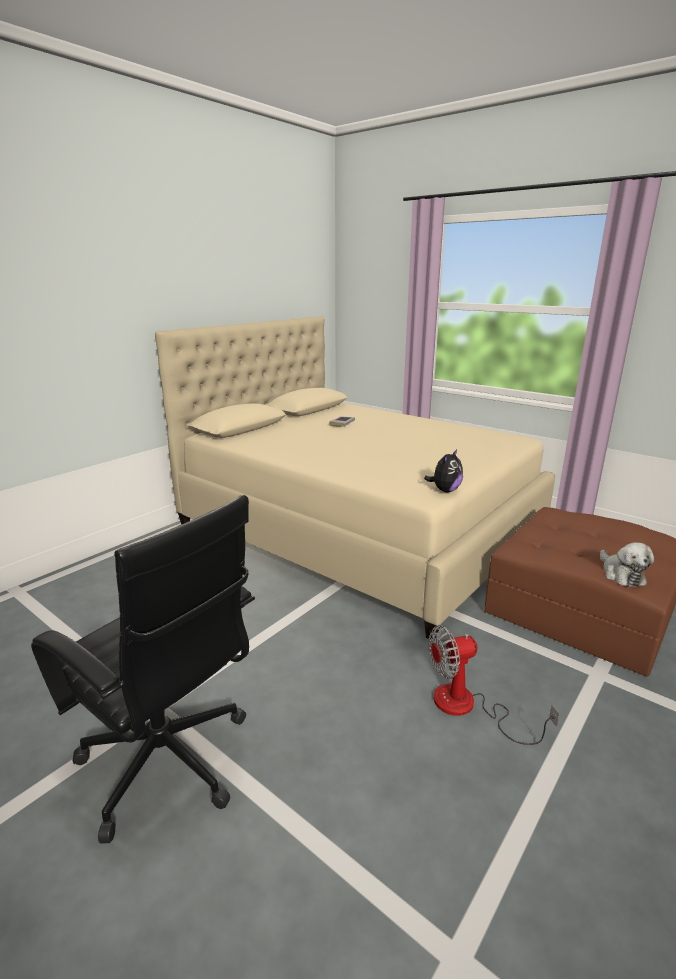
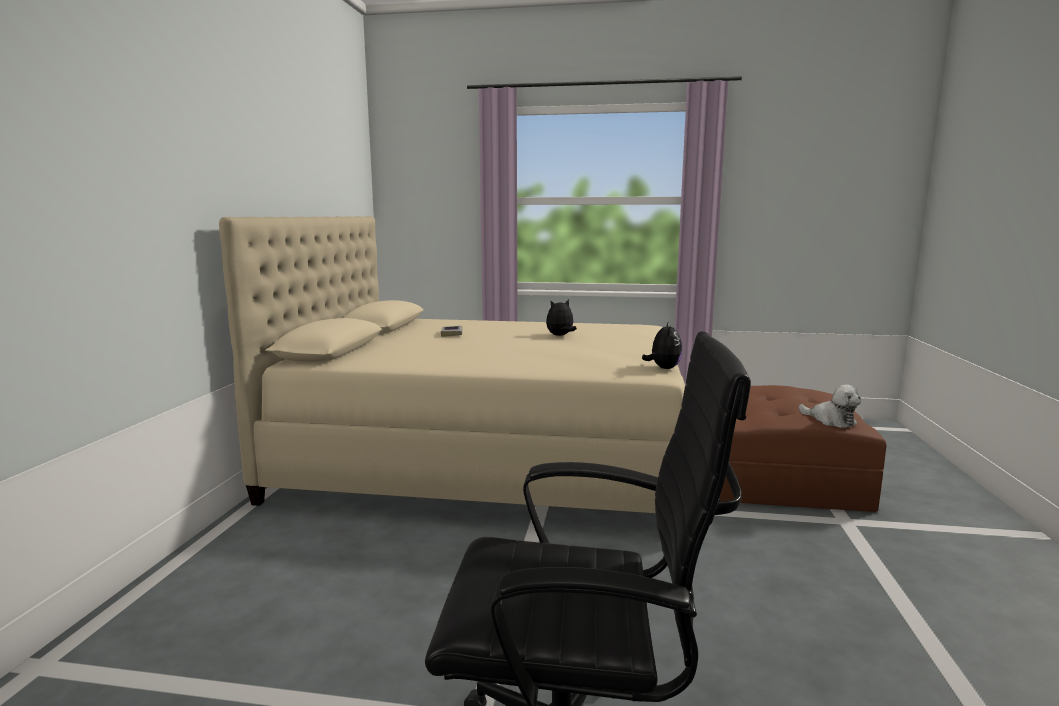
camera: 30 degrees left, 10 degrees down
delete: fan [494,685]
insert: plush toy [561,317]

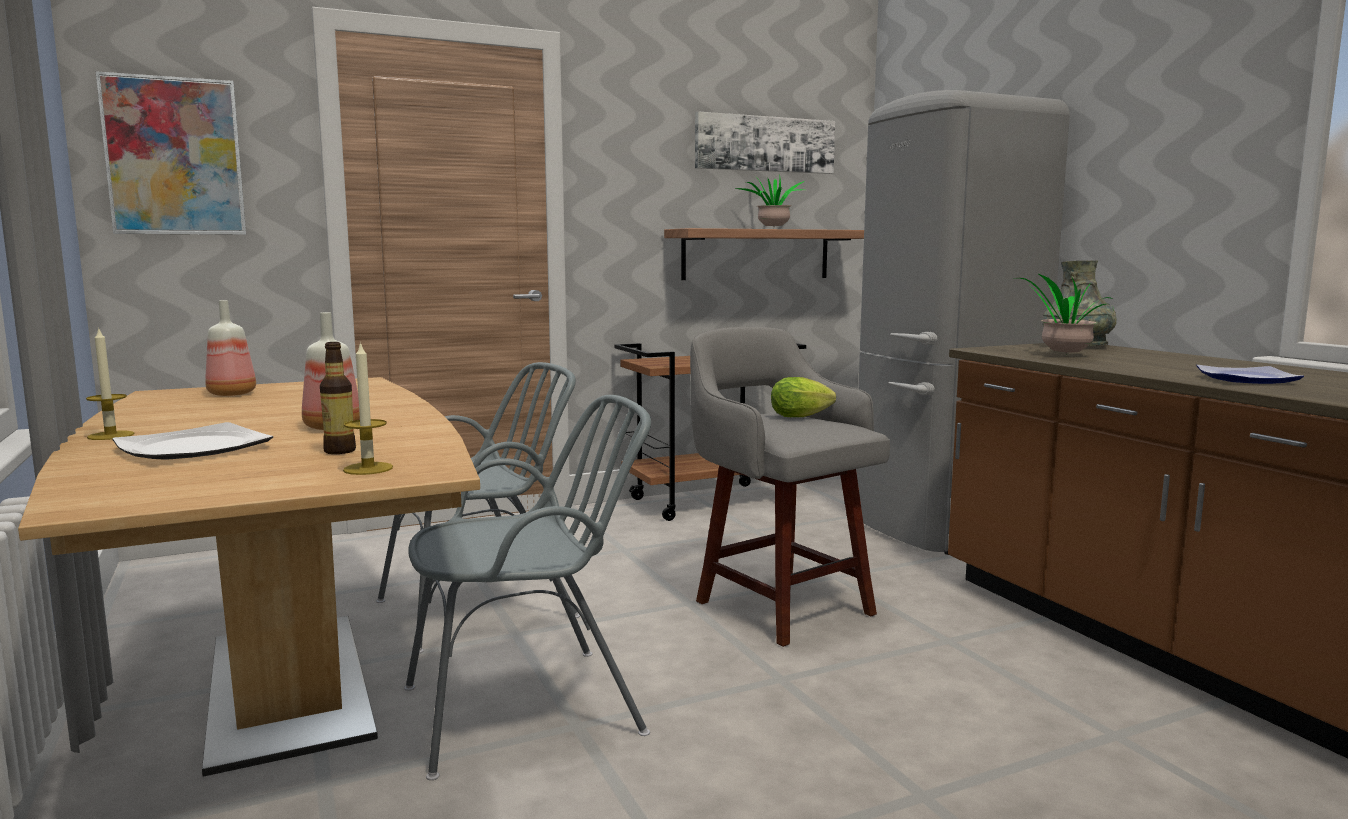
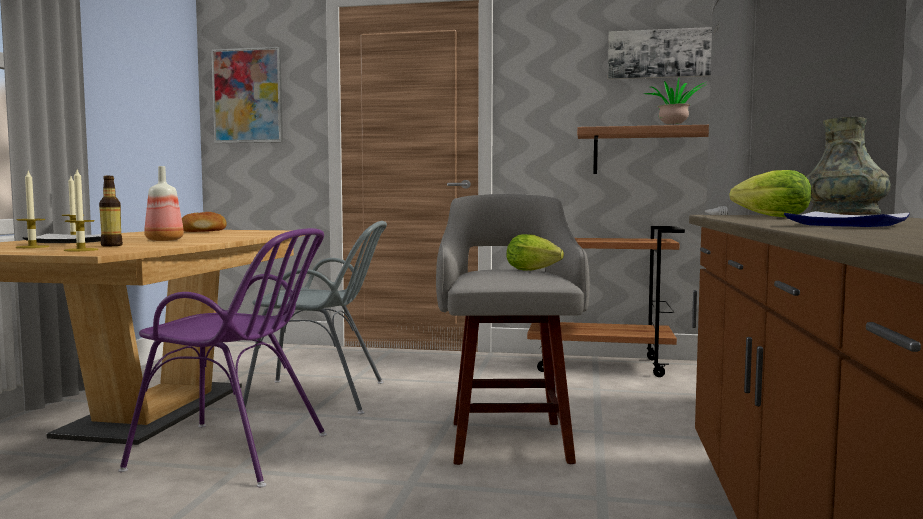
camera: 35 degrees right, 5 degrees down
insert: wax candle [32,209]
replace: potted plant [1066,313] to head of lettuce [770,193]; bottle [230,348] to bread [204,222]
recolor: plain chair (gray) [527,587] to plain chair (purple-coloured) [222,357]

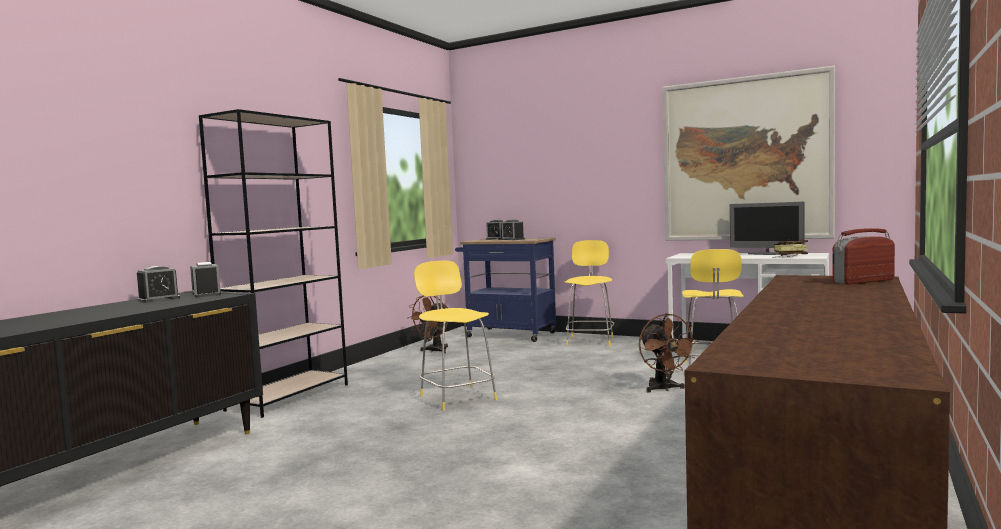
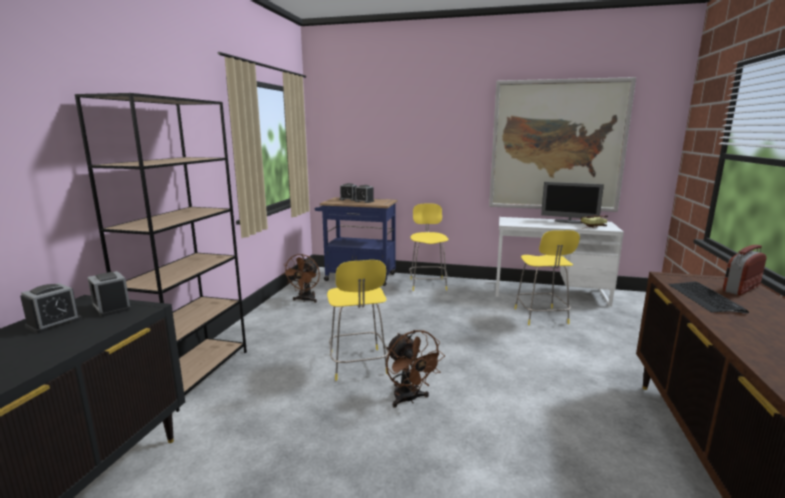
camera: 15 degrees left, 10 degrees up
insert: computer keyboard [709,297]
move: fan (brownish) [668,352] to [415,369]
rotate: plain chair (yellow-coloured) [455,336] = [358,320] 150 degrees counterclockwise

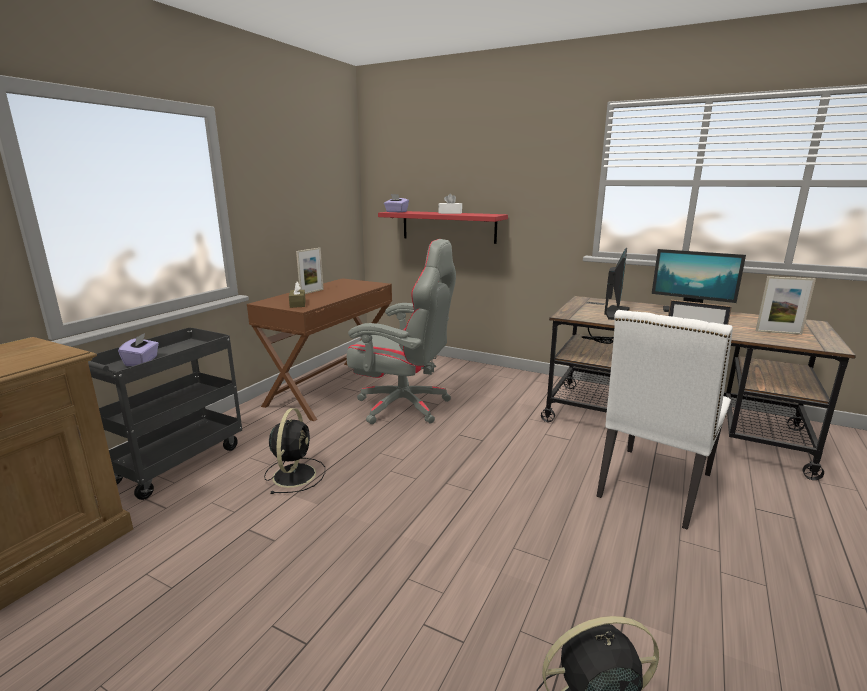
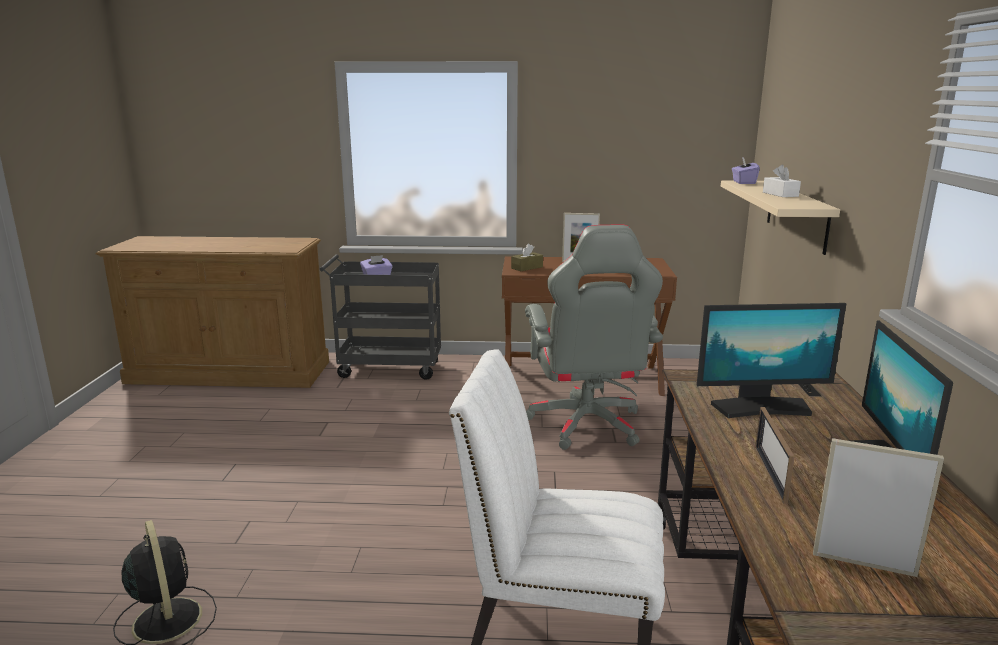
camera: 65 degrees right, 0 degrees up
delete: fan (black) [294,451]
recolor: wall shelf (reddish) [443,227] to wall shelf (sand-coloured) [780,218]
rotate: picture frame [786,305] = [878,507] 120 degrees clockwise

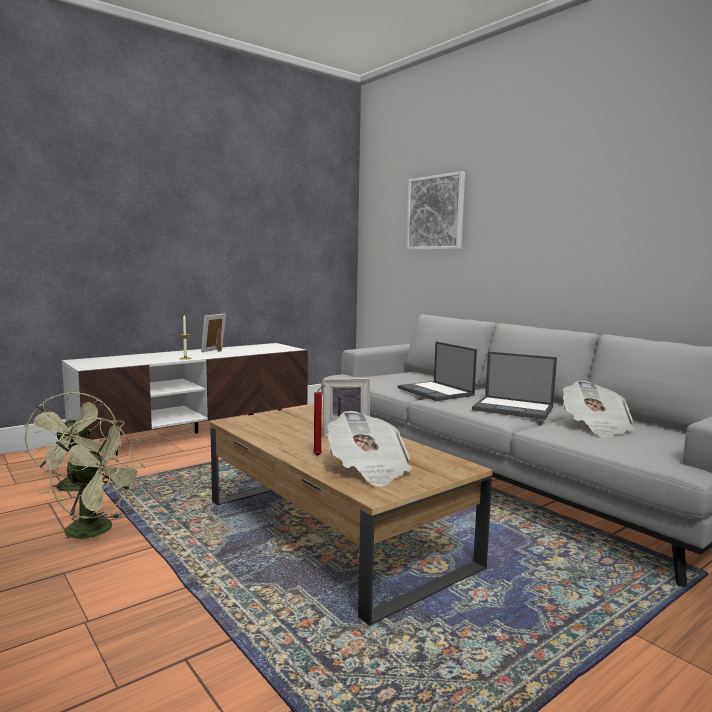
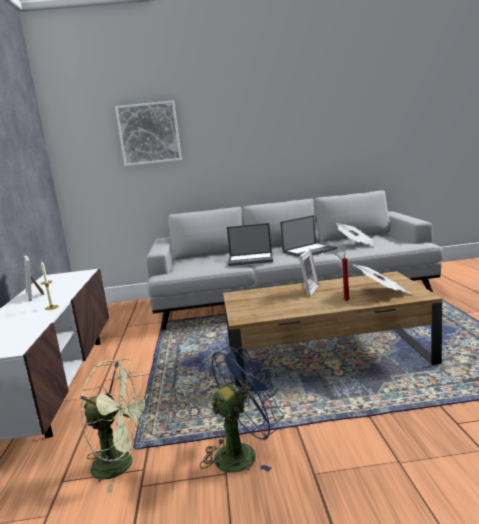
camera: 55 degrees left, 5 degrees up
recolor: fan (greenish) [97,483] to fan (blue) [242,409]

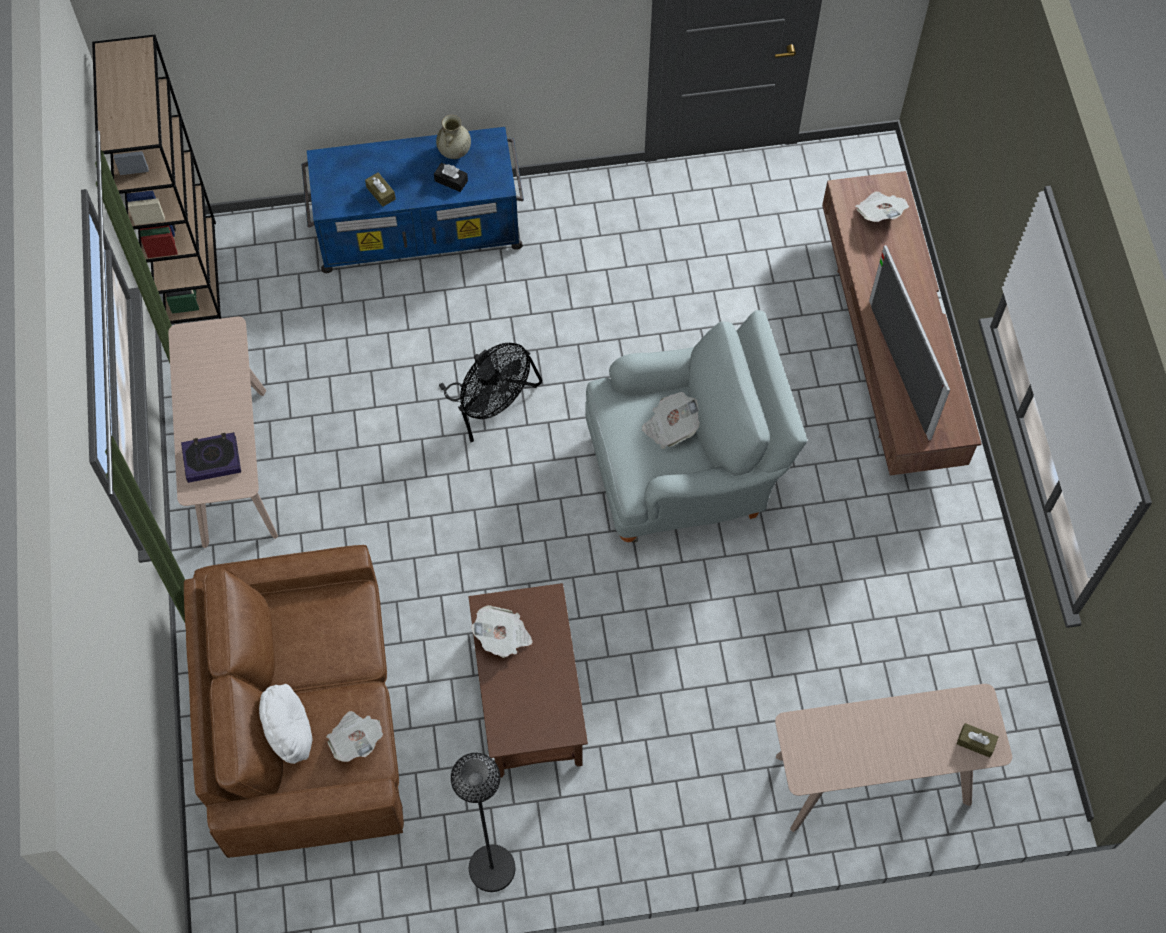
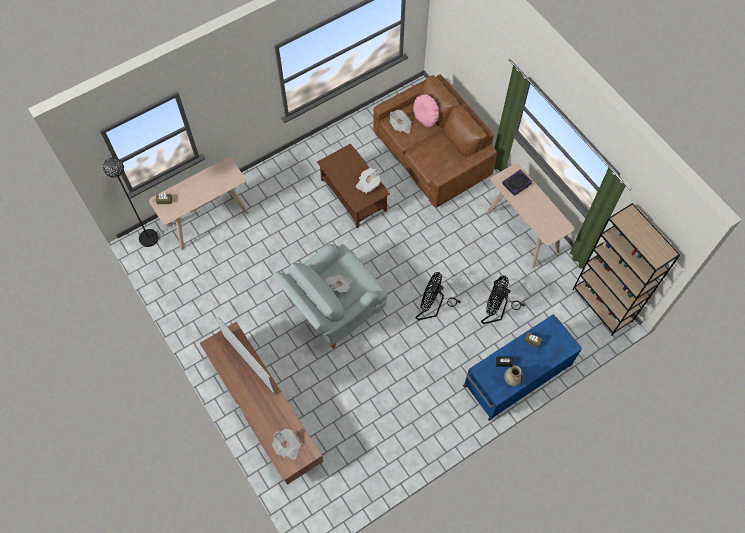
camera: 155 degrees right, 0 degrees up
insert: fan (black) [503,300]
move: standard lamp (black) [483,822] to [131,202]
recolor: throw pillow (white) [285,724] to throw pillow (pink-coloured) [426,111]

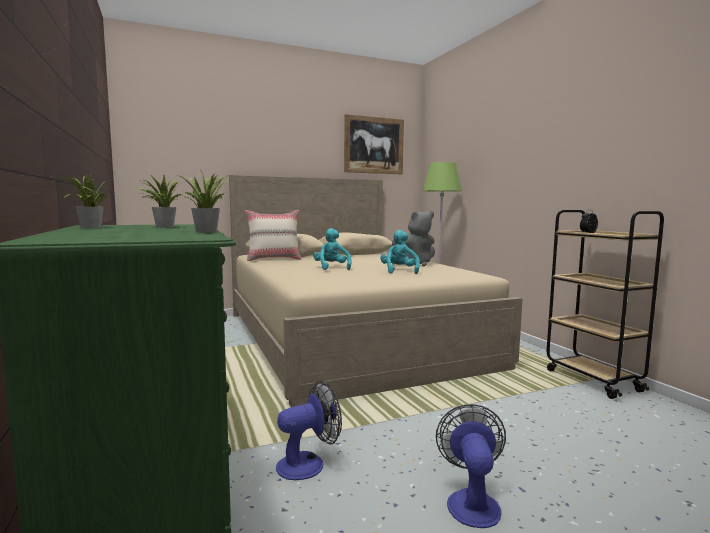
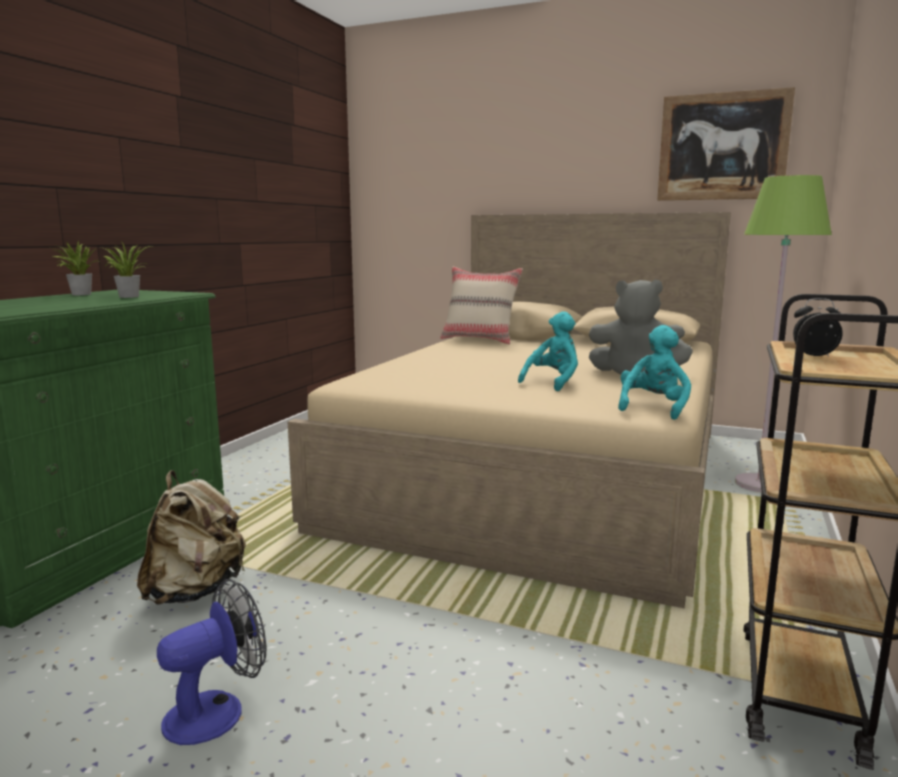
camera: 45 degrees right, 5 degrees up
delete: potted plant [203,200]
move: plush toy (turquoise) [332,249] to [654,372]
replace: fan [309,430] to backpack (sand-coloured) [191,537]

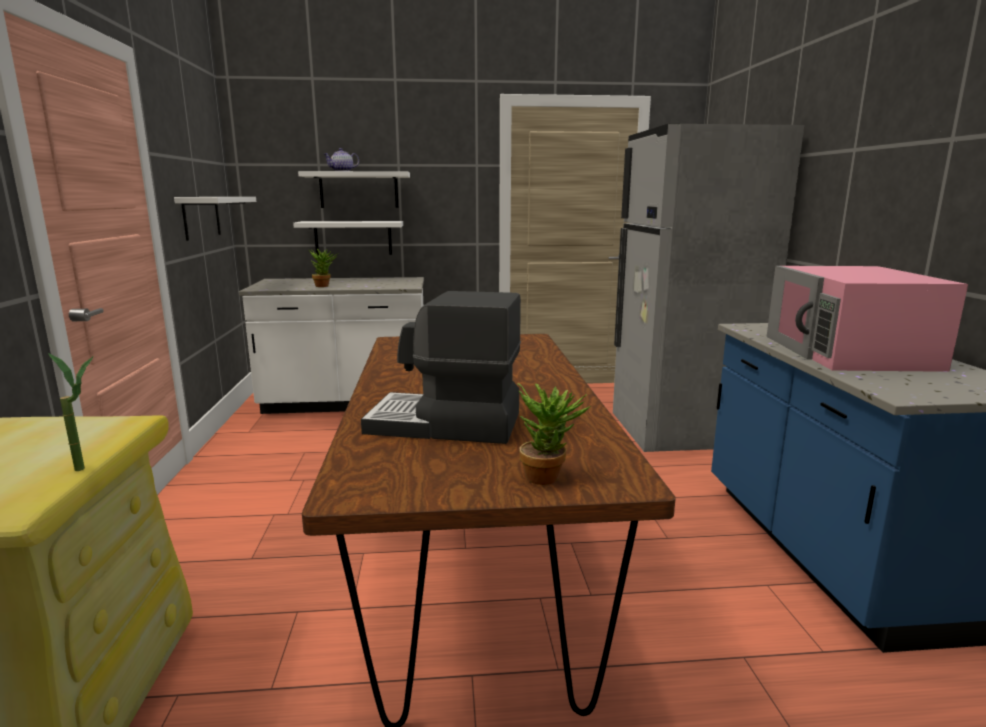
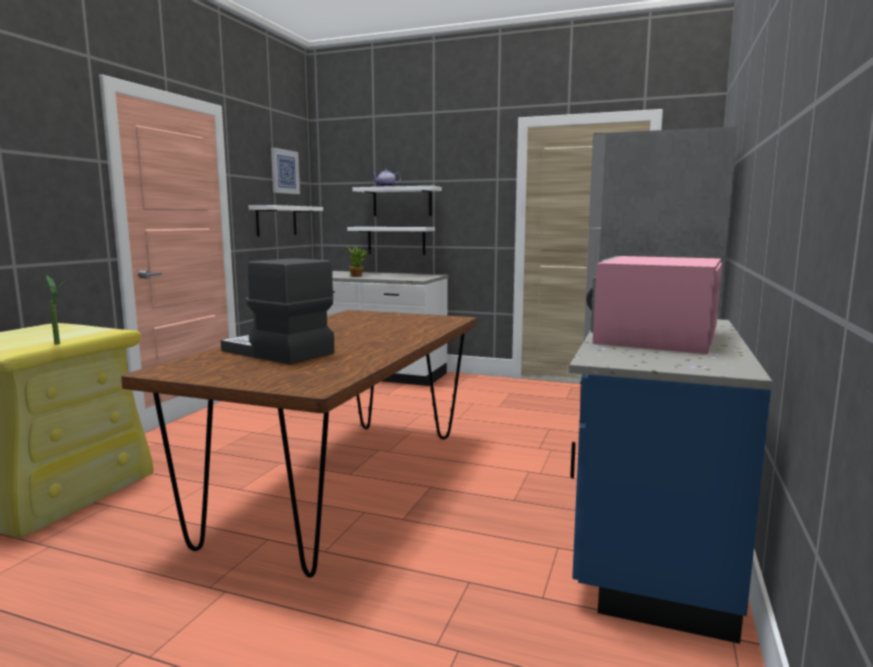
camera: 25 degrees right, 5 degrees down
delete: potted plant [554,434]
insert: wall art [285,170]

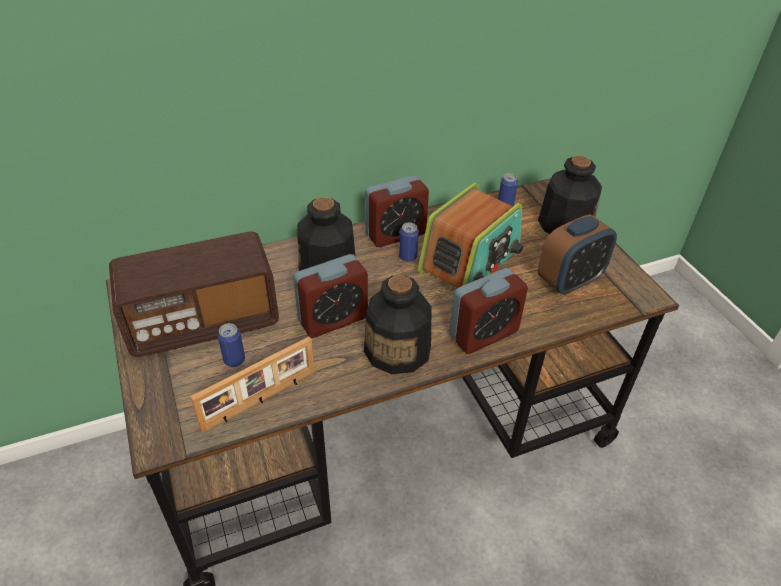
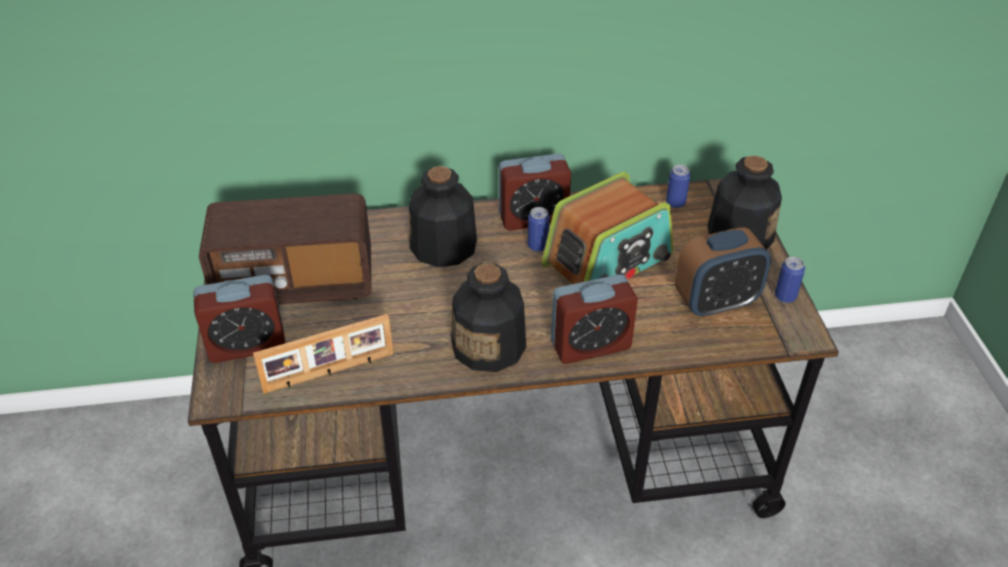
camera: 15 degrees right, 0 degrees up
move: bedside clock [330,296] to [239,319]; can [231,345] to [790,279]

